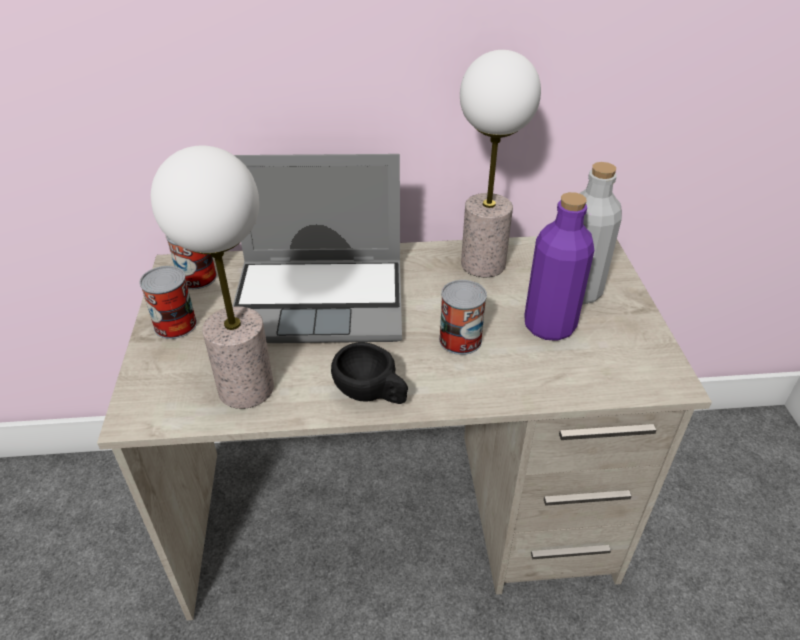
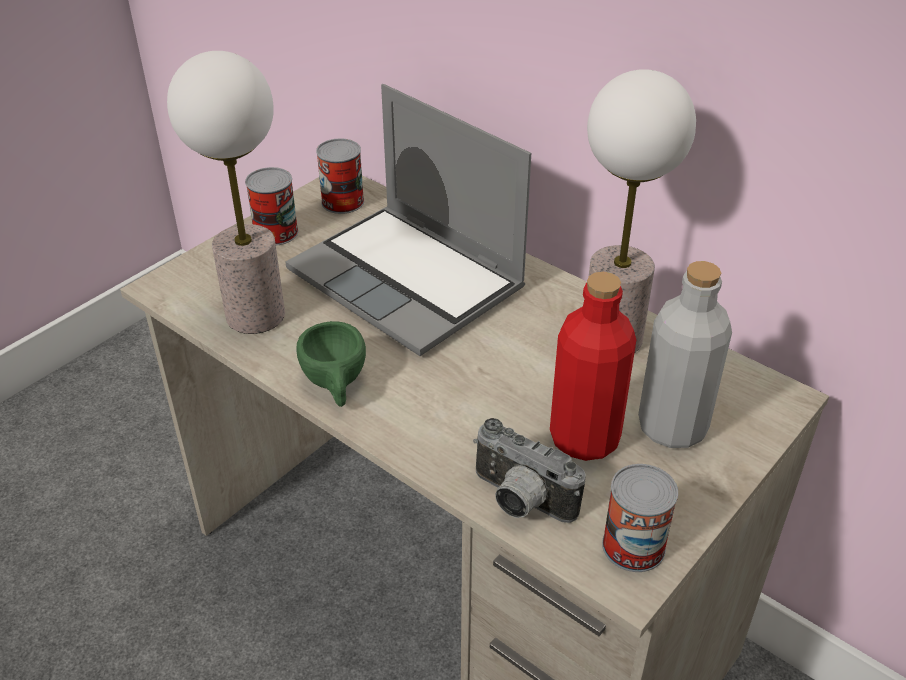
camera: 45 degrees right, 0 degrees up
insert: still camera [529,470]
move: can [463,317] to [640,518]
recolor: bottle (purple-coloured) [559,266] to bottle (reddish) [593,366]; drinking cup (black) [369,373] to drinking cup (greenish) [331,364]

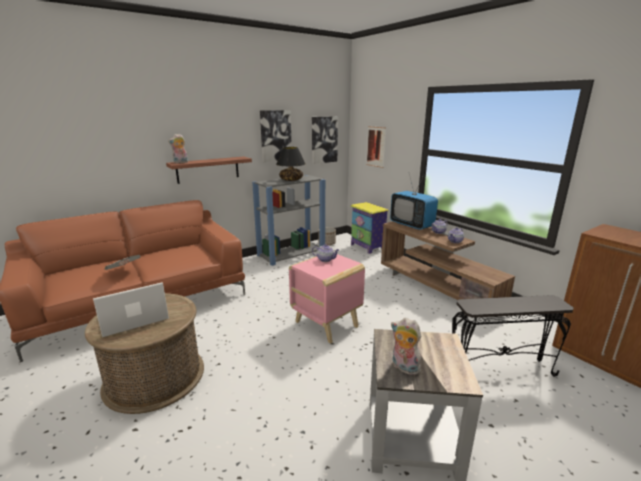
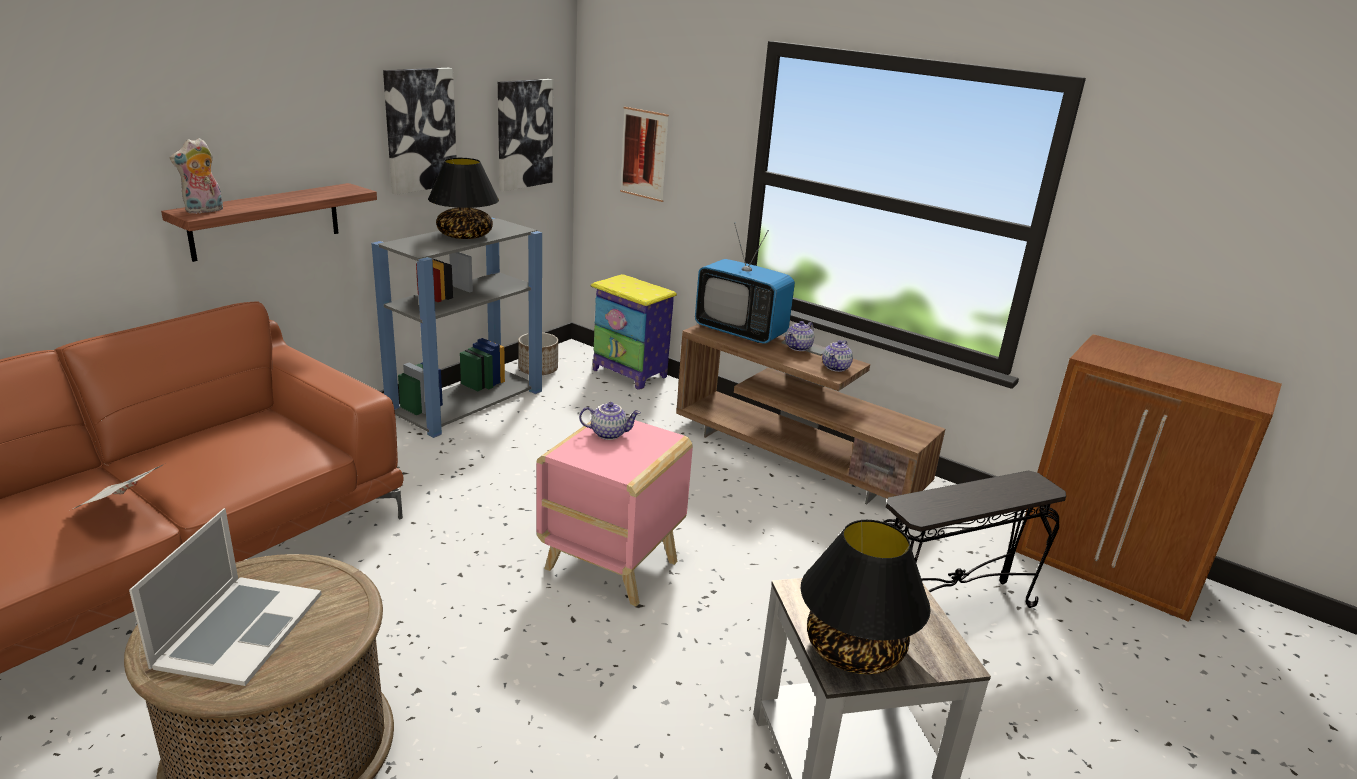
camera: 20 degrees left, 5 degrees up
replace: plush toy [406,346] to lamp for a table (black) [866,597]
rotate: notebook computer [131,309] = [225,597] 150 degrees clockwise

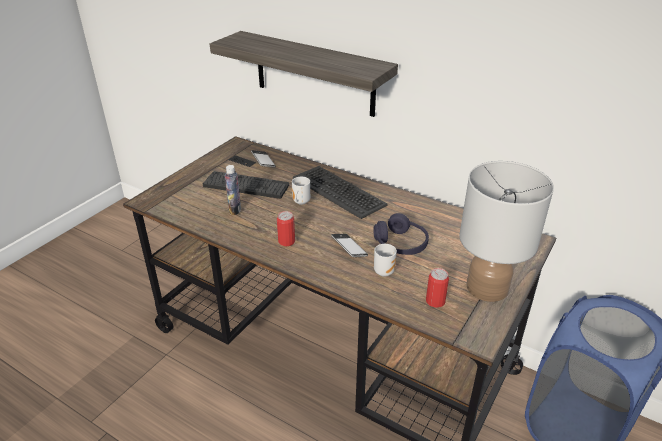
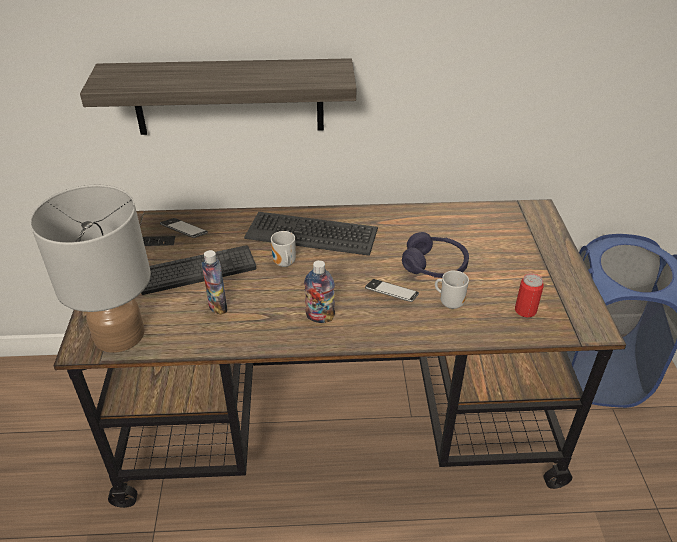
camera: 35 degrees left, 5 degrees up
move: lamp for a table (gray) [506,231] to [90,269]
replace: can [286,228] to bottle [319,291]

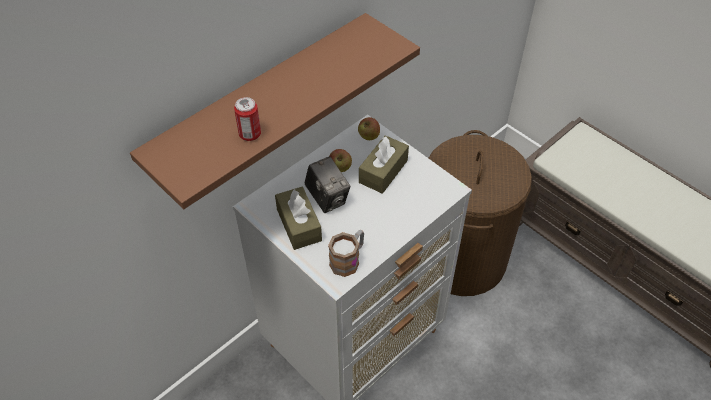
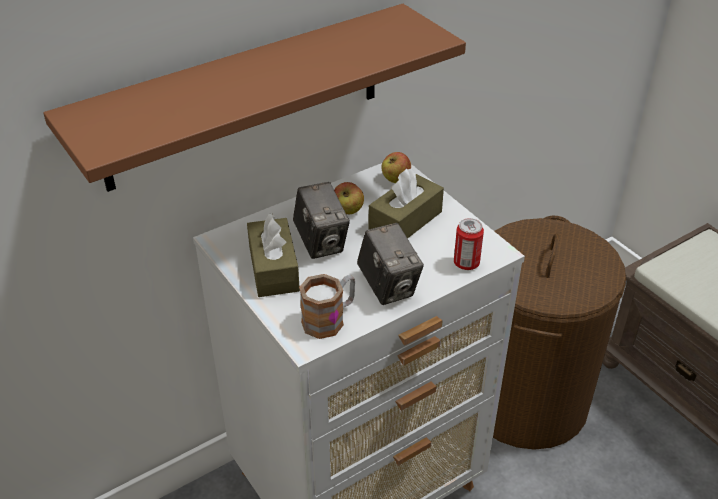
camera: 10 degrees right, 10 degrees down
insert: still camera [390,264]
move: can [247,119] to [469,244]

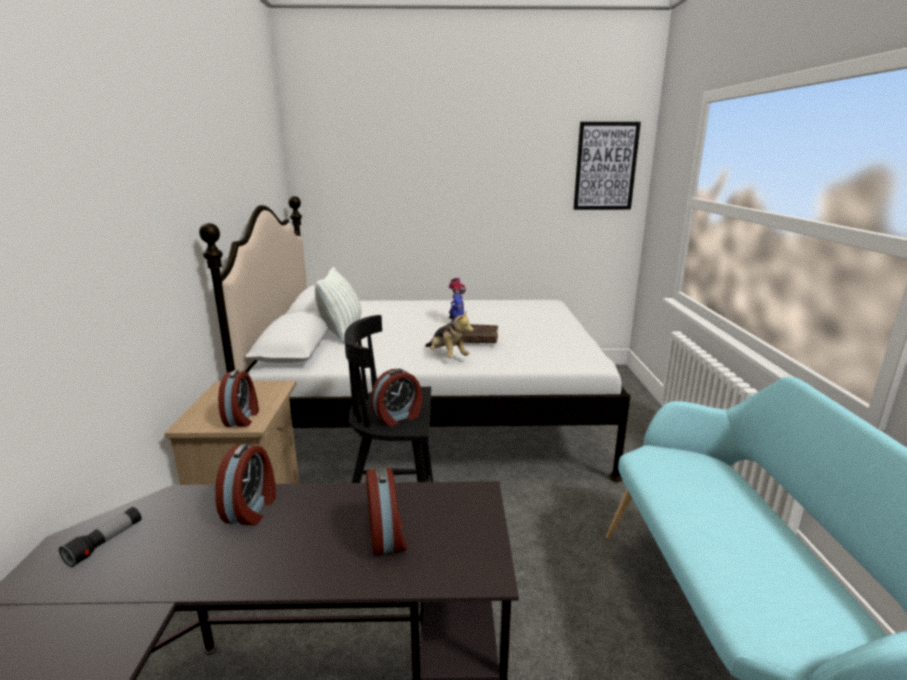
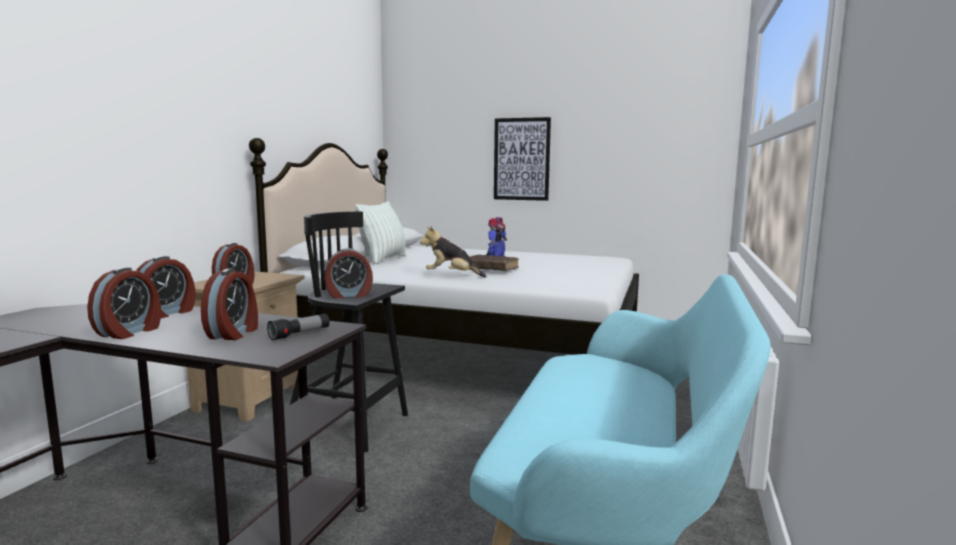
camera: 20 degrees right, 10 degrees down
insert: bedside clock [124,303]
move: wall art [607,166] to [522,159]; hand torch [100,537] to [298,327]
rotate: plush toy [449,334] = [453,251] 120 degrees clockwise

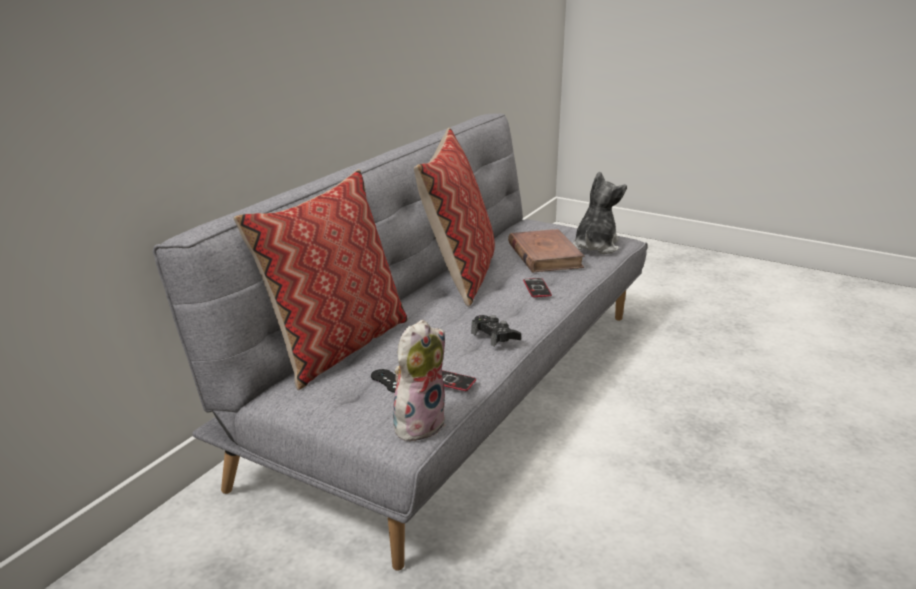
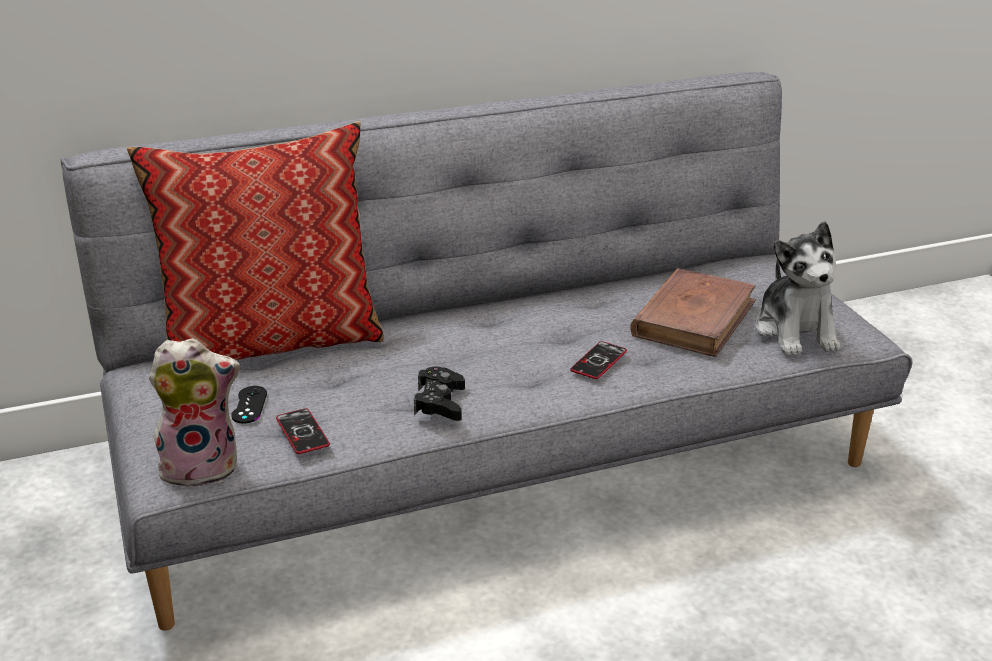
camera: 40 degrees right, 5 degrees up
delete: throw pillow [454,217]
rotate: plush toy [599,212] = [797,288] 105 degrees clockwise

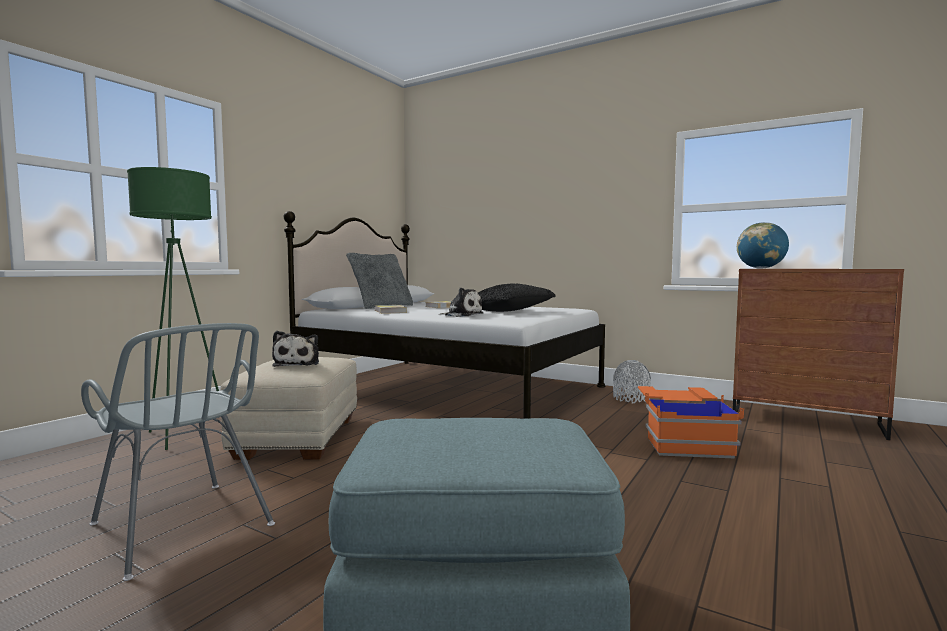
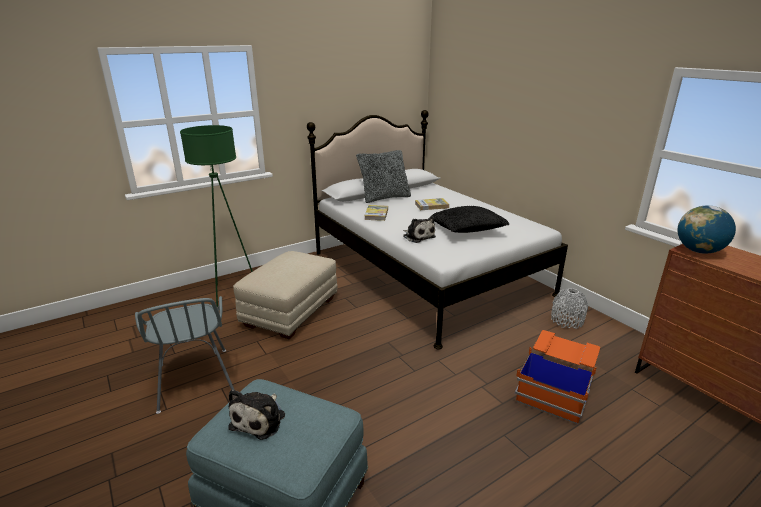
camera: 25 degrees right, 20 degrees up
move: plush toy [295,349] to [256,415]

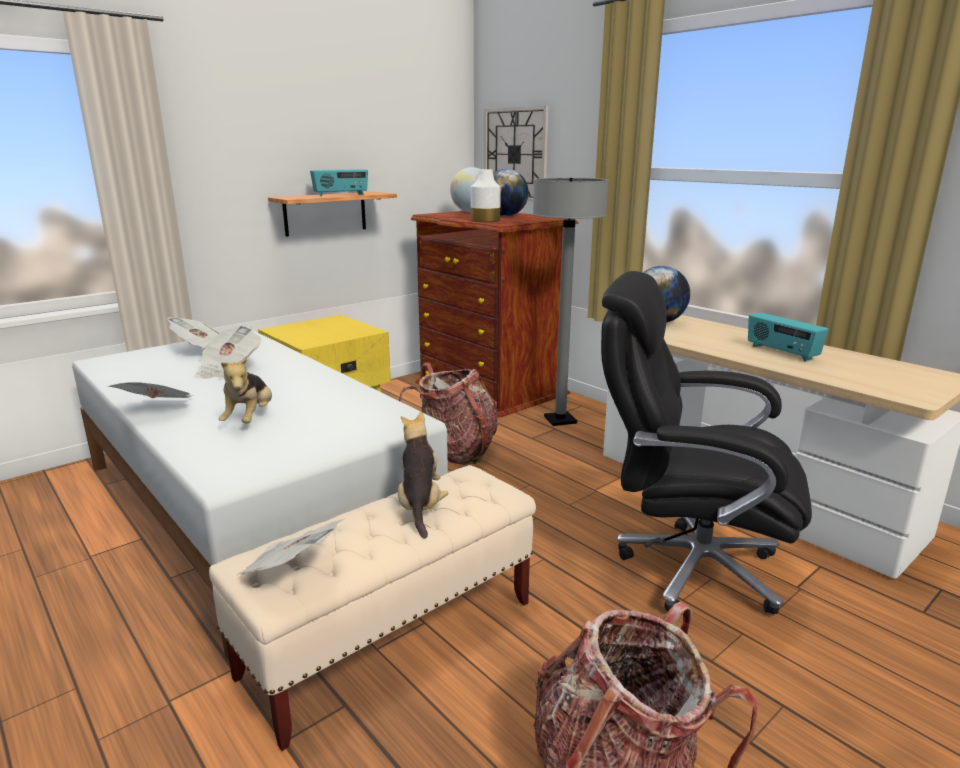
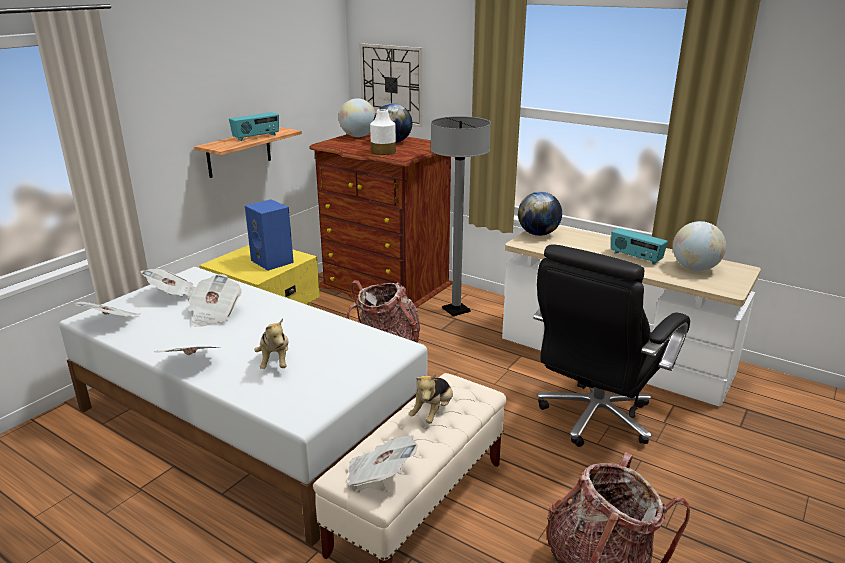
camera: 15 degrees left, 5 degrees up
insert: speaker (blue) [269,235]; desk globe [699,246]; newspaper [108,309]
rotate: computer chair (black) [706,442] = [611,345] 60 degrees counterclockwise; plush toy [423,475] = [431,399] 135 degrees counterclockwise

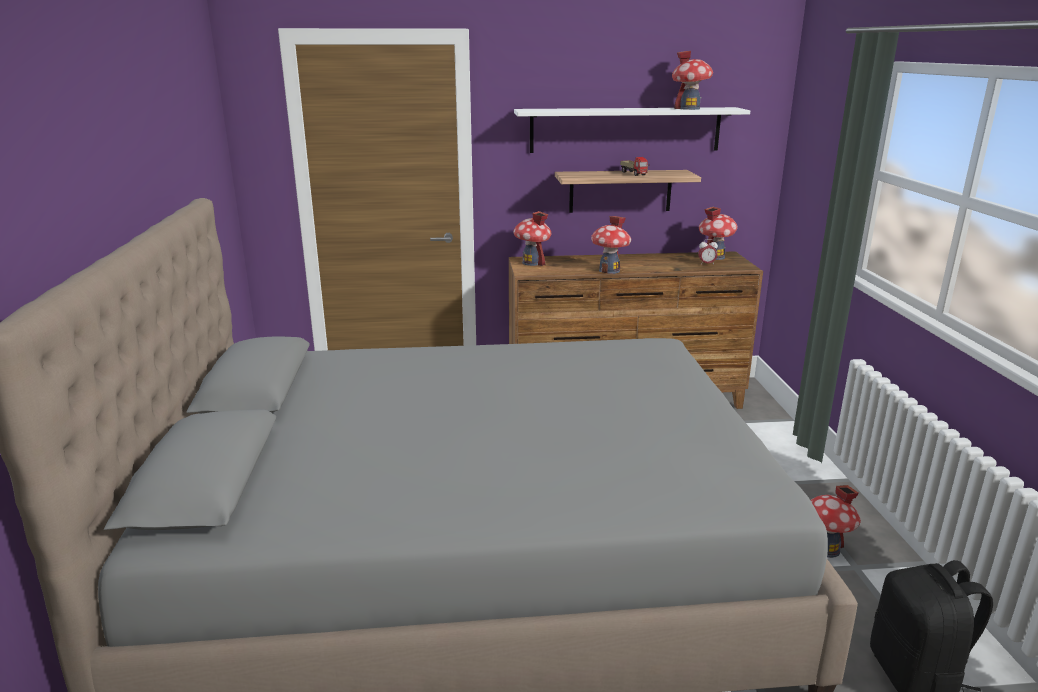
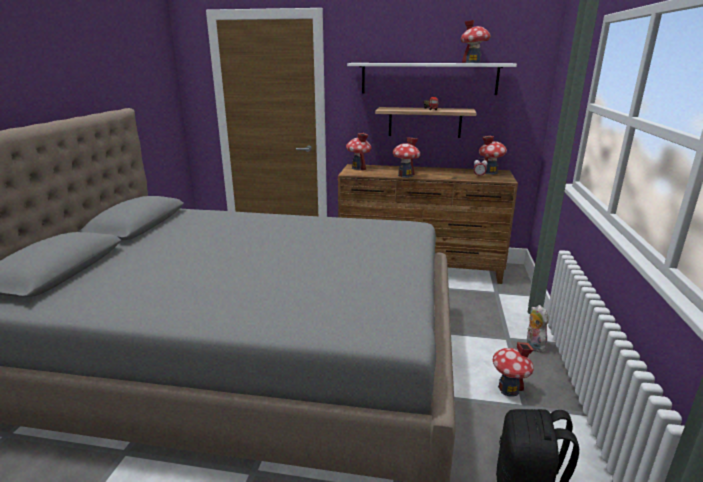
camera: 15 degrees right, 0 degrees up
insert: plush toy [537,329]

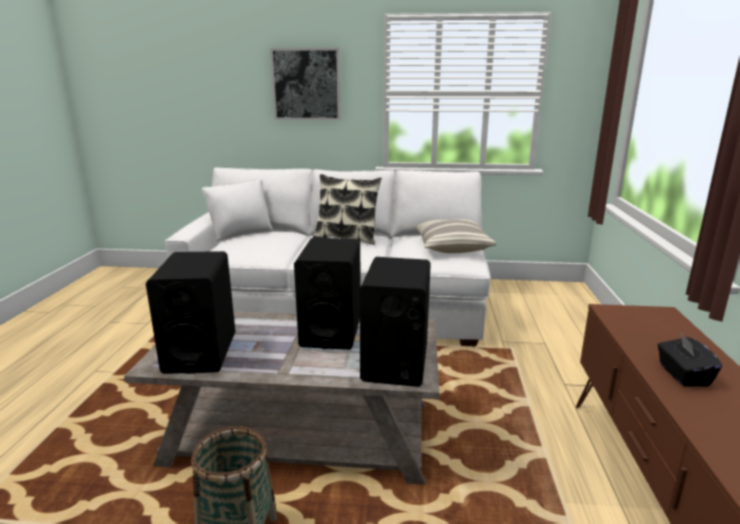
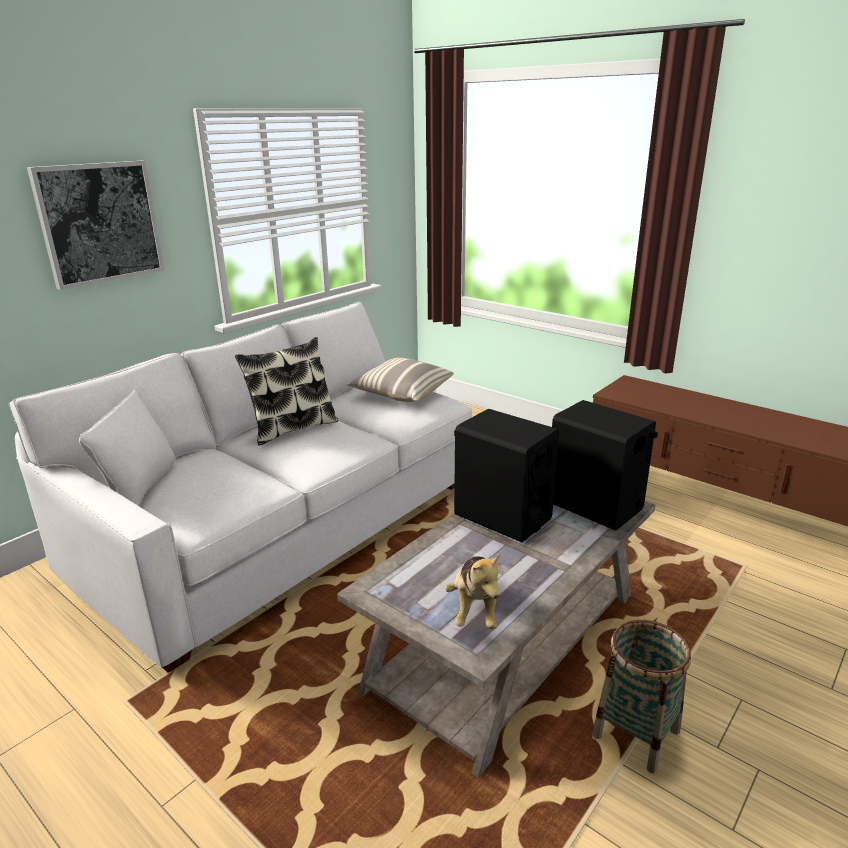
camera: 55 degrees left, 5 degrees up
delete: tissue box (black) [690,359]
replace: speaker (black) [190,312] to plush toy [473,590]

